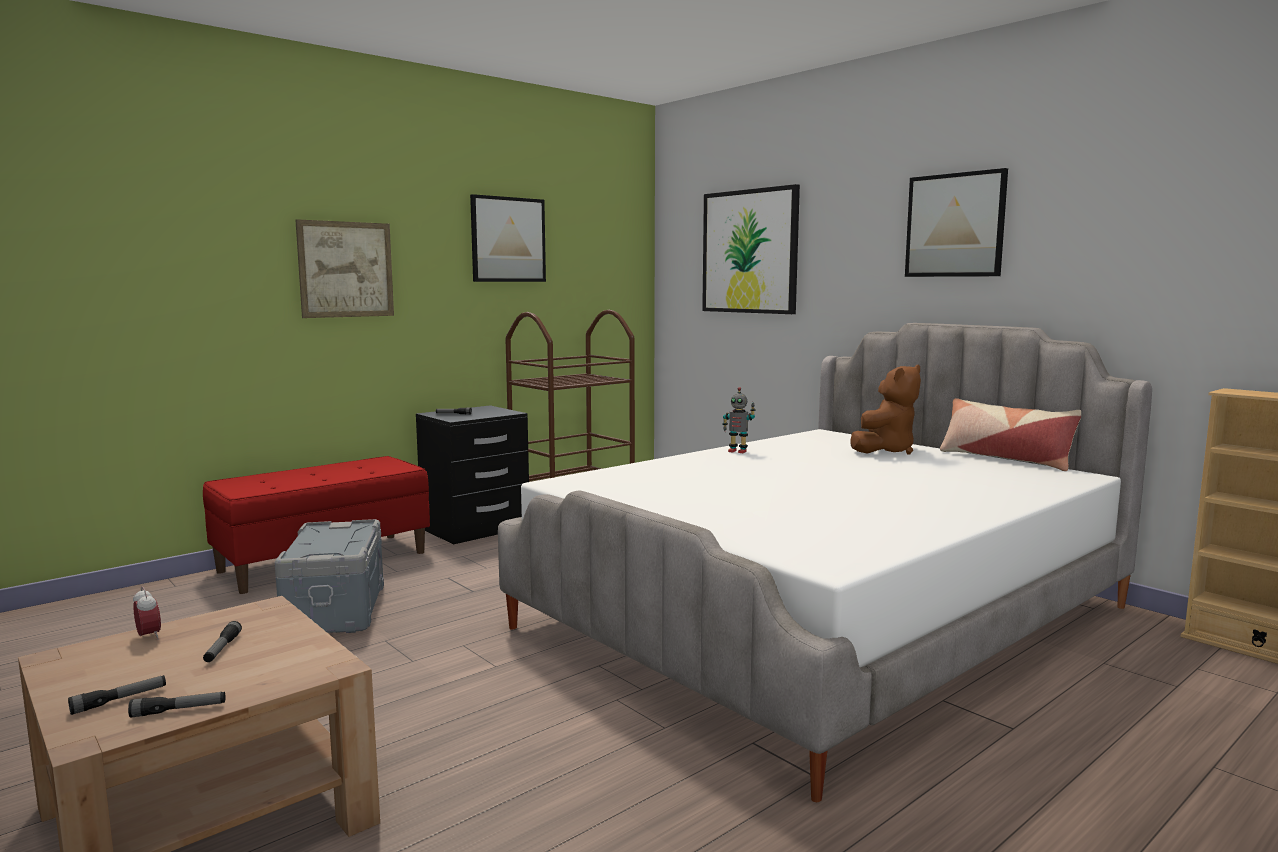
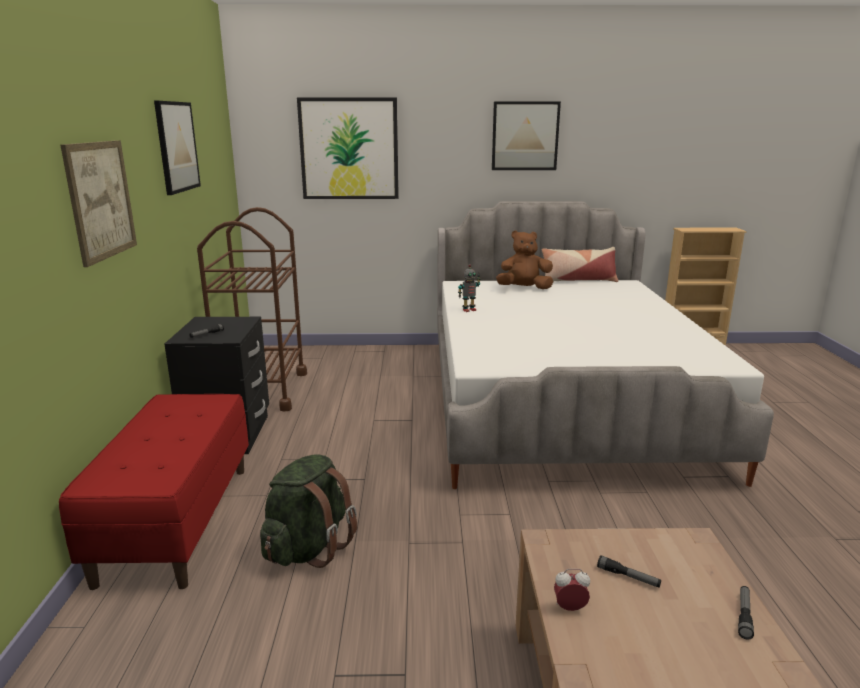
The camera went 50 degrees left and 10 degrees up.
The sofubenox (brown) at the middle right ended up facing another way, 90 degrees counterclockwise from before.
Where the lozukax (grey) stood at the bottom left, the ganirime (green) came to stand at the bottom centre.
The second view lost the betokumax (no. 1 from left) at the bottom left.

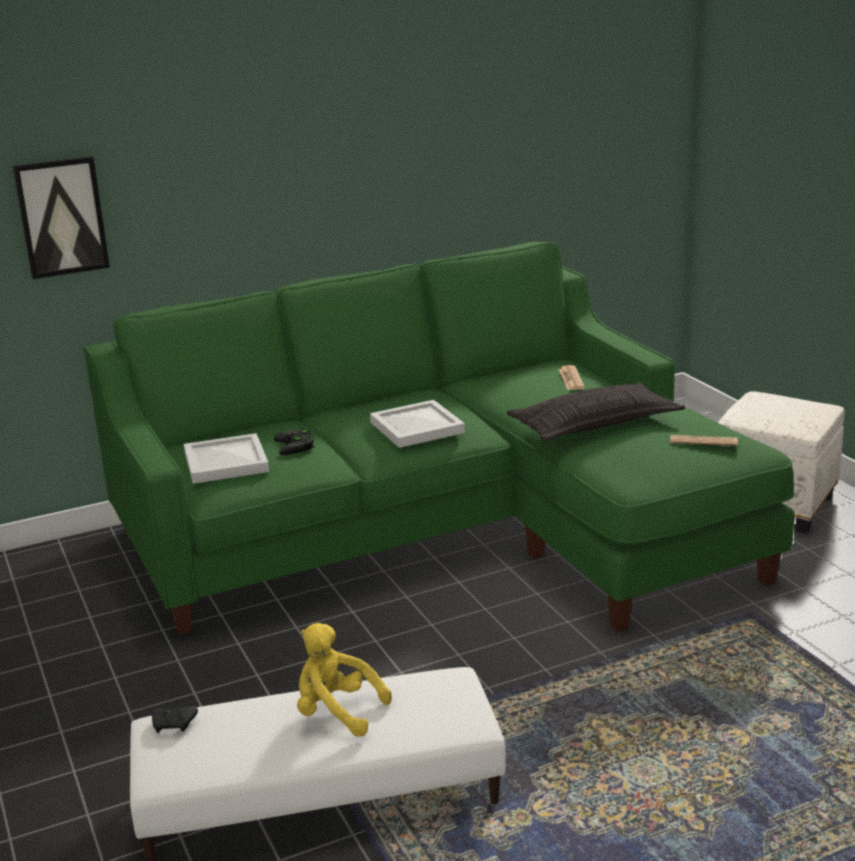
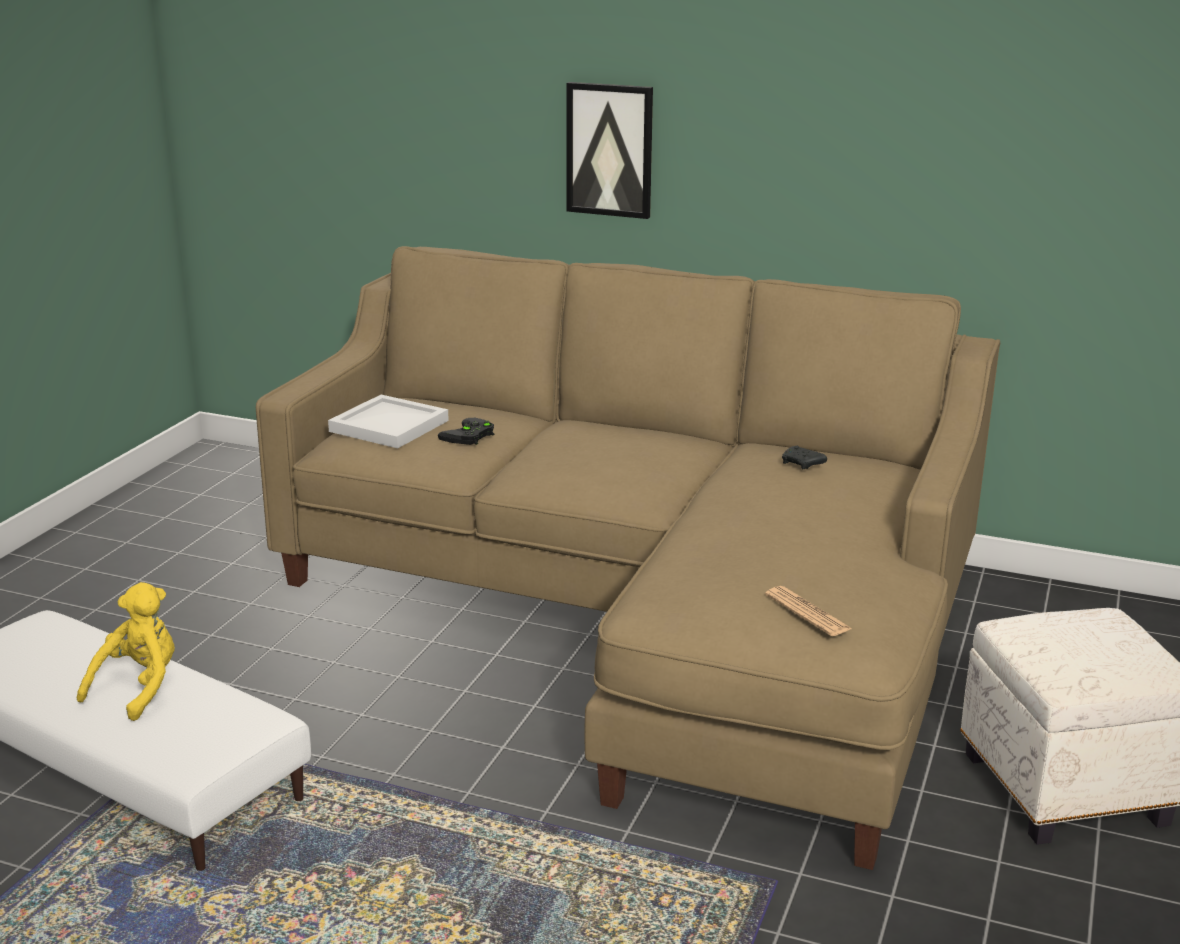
The camera went 45 degrees right and 0 degrees up.
The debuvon ended up elsewhere, having gone from the top left to the top centre.
What was the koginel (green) at the centre turned into the koginel (beige) at the centre.
The second view lost the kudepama (no. 1 from left) at the middle right.
The second view lost the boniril at the middle right.
The second view lost the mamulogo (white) (no. 2 from left) at the centre.
The sofubenox (yellow) at the bottom centre ended up facing another way, 45 degrees clockwise from before.
The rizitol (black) (no. 1 from left in the first image) ended up elsewhere, having gone from the bottom left to the middle right.

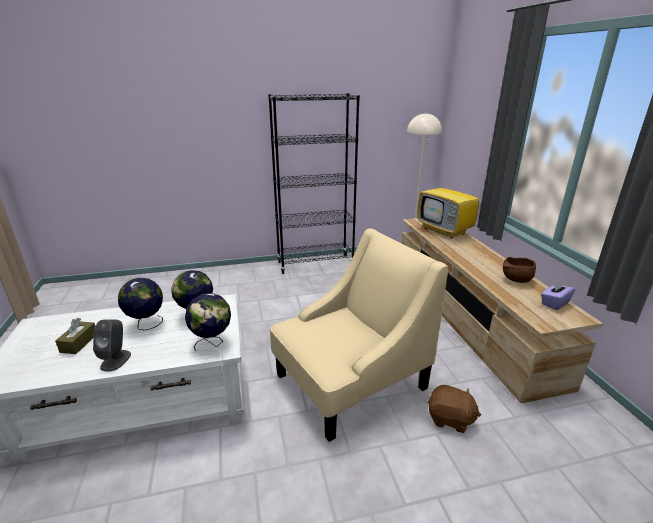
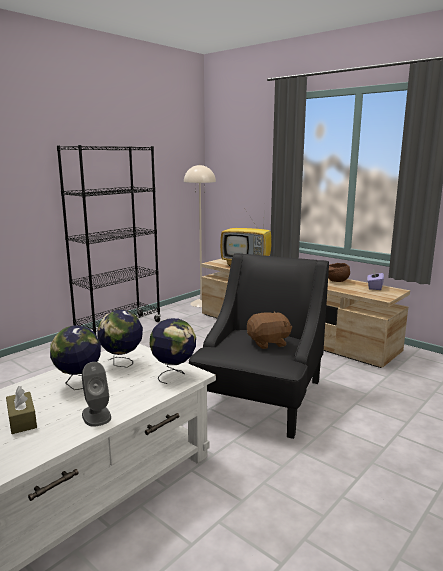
The camera went 35 degrees left and 10 degrees down.
What was the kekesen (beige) at the centre turned into the kekesen (black) at the centre.
The sofubenox (brown) ended up elsewhere, having gone from the bottom right to the centre.

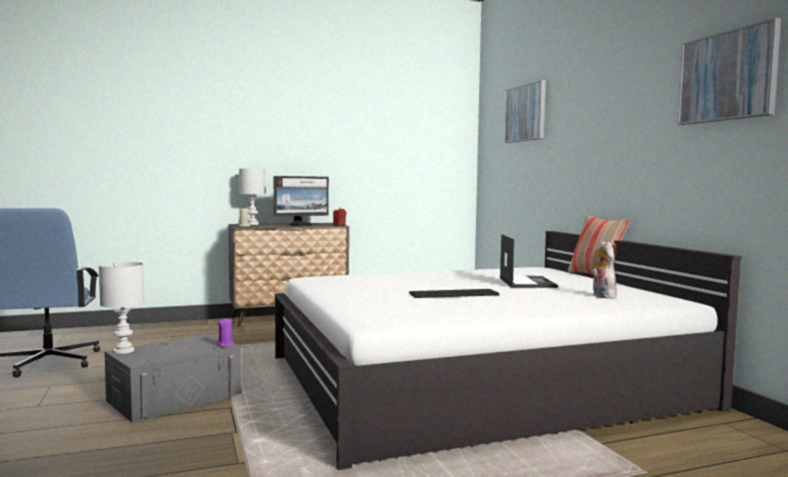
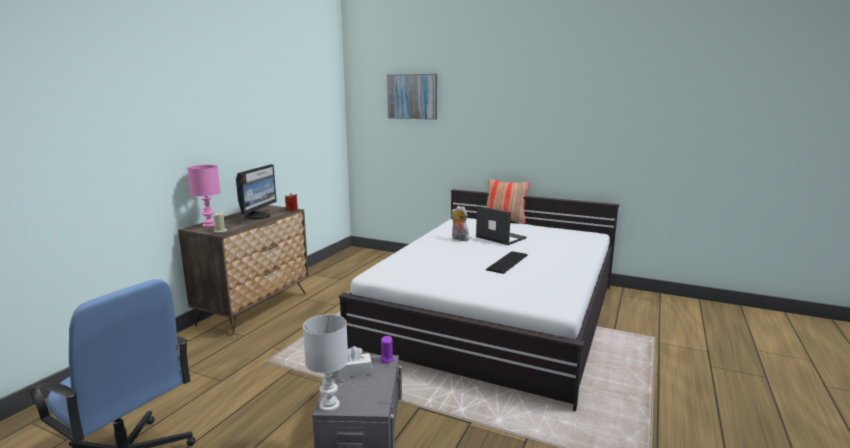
The camera went 45 degrees left and 10 degrees up.
The second view lost the debuvon (no. 2 from left) at the top right.
What was the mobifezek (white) (no. 2 from left) at the middle left turned into the mobifezek (pink) at the middle left.
The sofubenox ended up elsewhere, having gone from the middle right to the centre.
The second view gained the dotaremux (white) at the bottom centre.

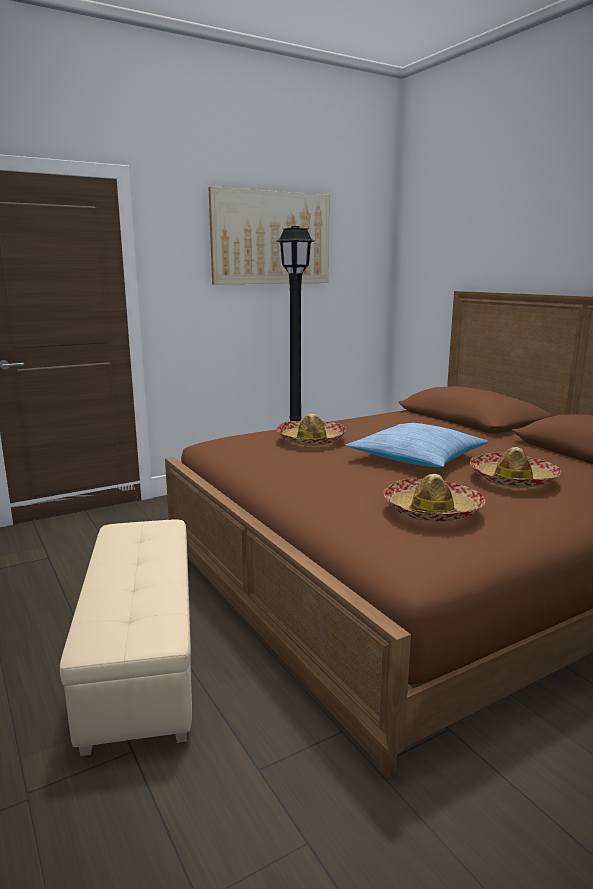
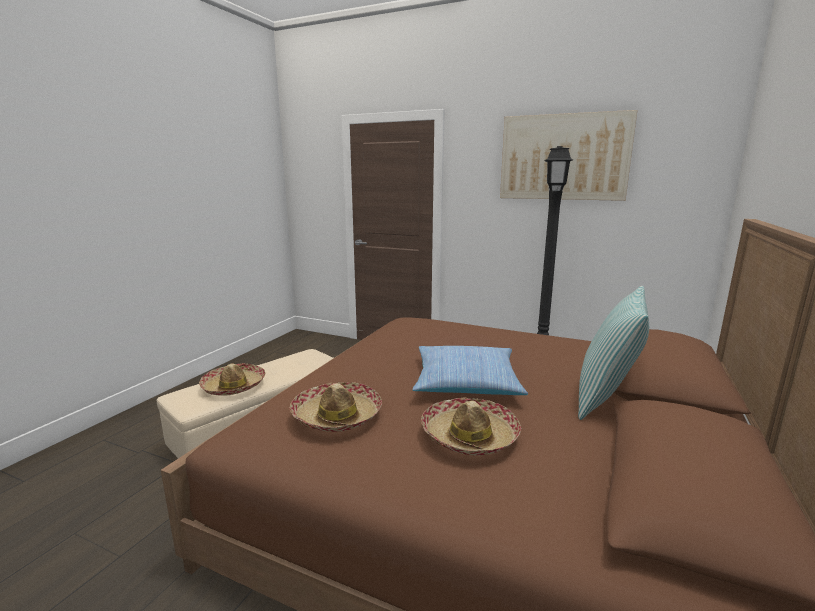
The camera went 55 degrees right and 0 degrees up.
The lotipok (no. 1 from left) ended up elsewhere, having gone from the centre to the middle left.
The second view gained the boniril (no. 2 from left) at the middle right.

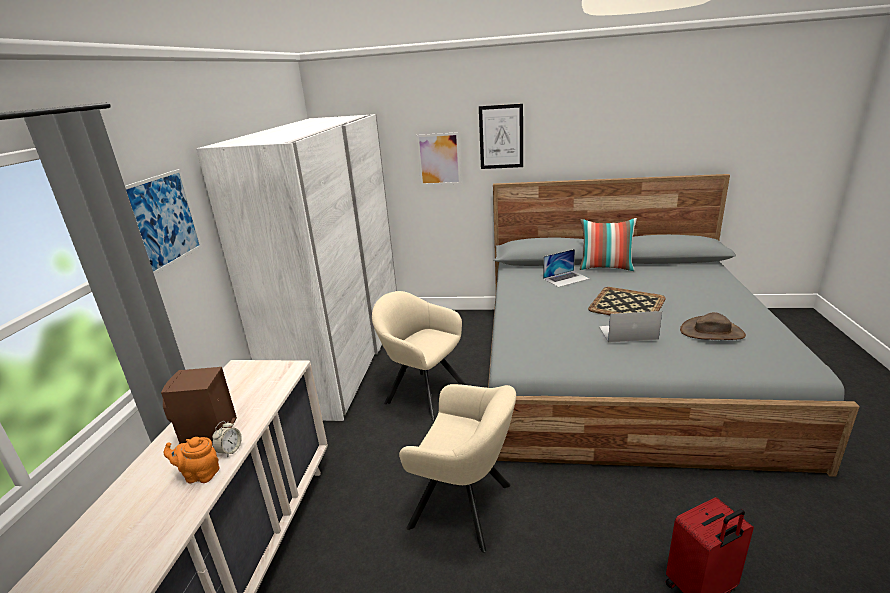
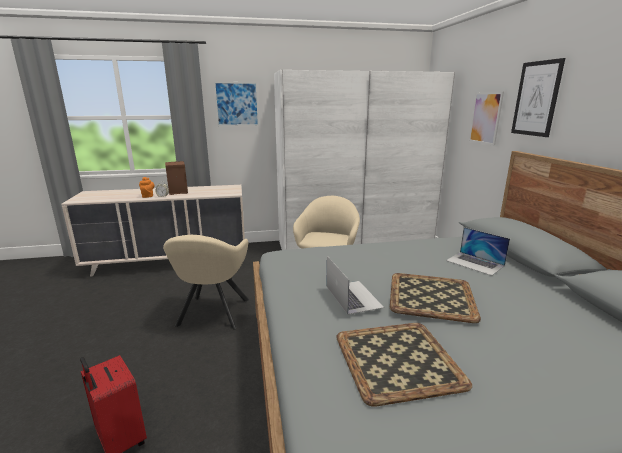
The camera went 70 degrees right and 5 degrees down.
The second view lost the boniril at the middle right.
Where the lotipok (brown) stood at the middle right, the mamulogo (no. 1 from left) came to stand at the bottom centre.

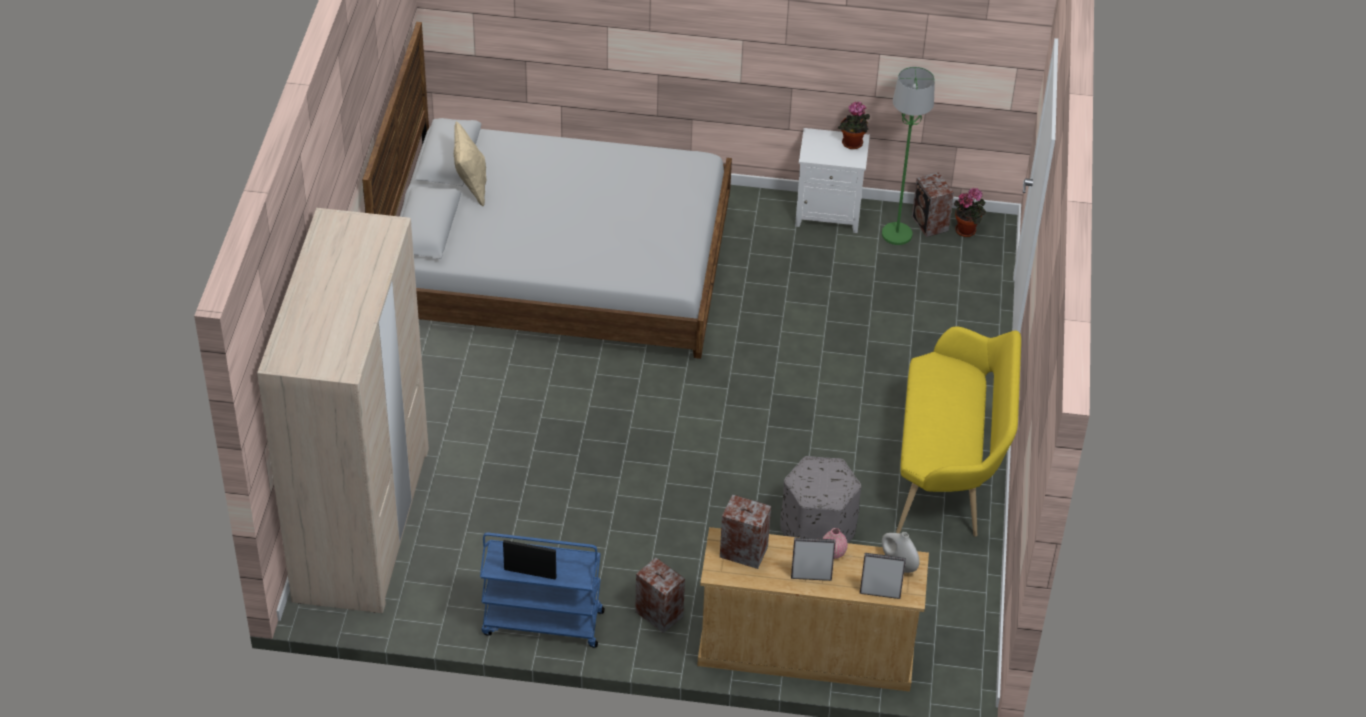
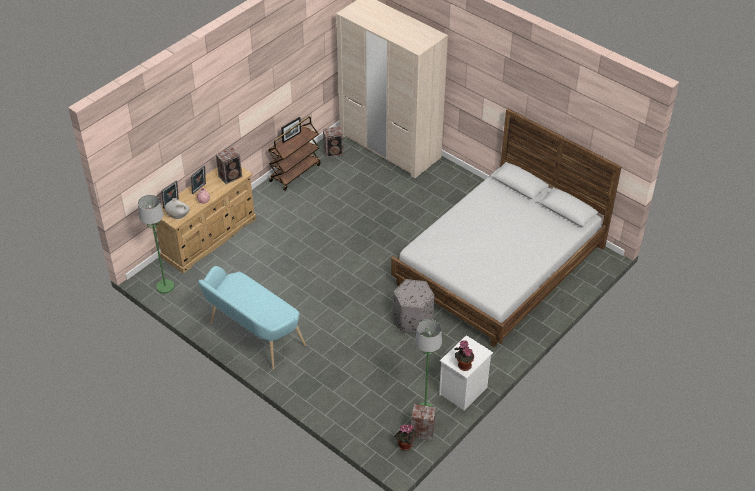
The camera went 125 degrees right and 0 degrees up.
The second view lost the boniril (beige) at the top centre.
What was the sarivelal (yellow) at the middle right turned into the sarivelal (turquoise) at the centre.
The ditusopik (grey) ended up elsewhere, having gone from the bottom centre to the centre.
What was the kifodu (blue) at the bottom centre turned into the kifodu (brown) at the top centre.
The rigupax (no. 1 from left in the first image) ended up elsewhere, having gone from the bottom centre to the top centre.
The second view gained the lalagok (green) (no. 1 from left) at the middle left.

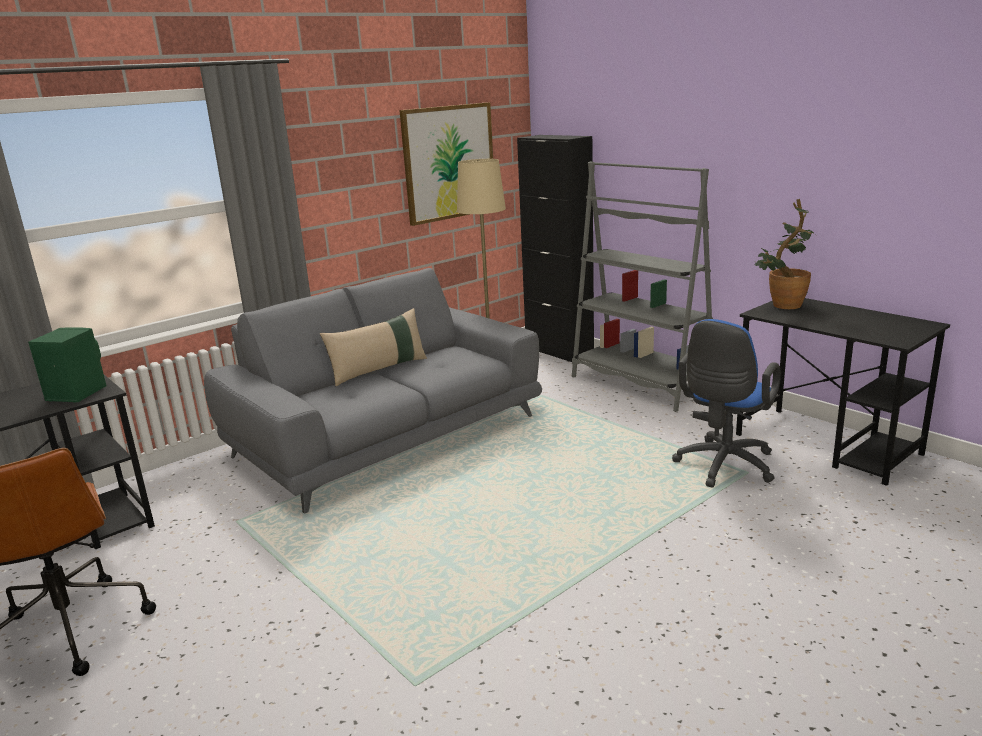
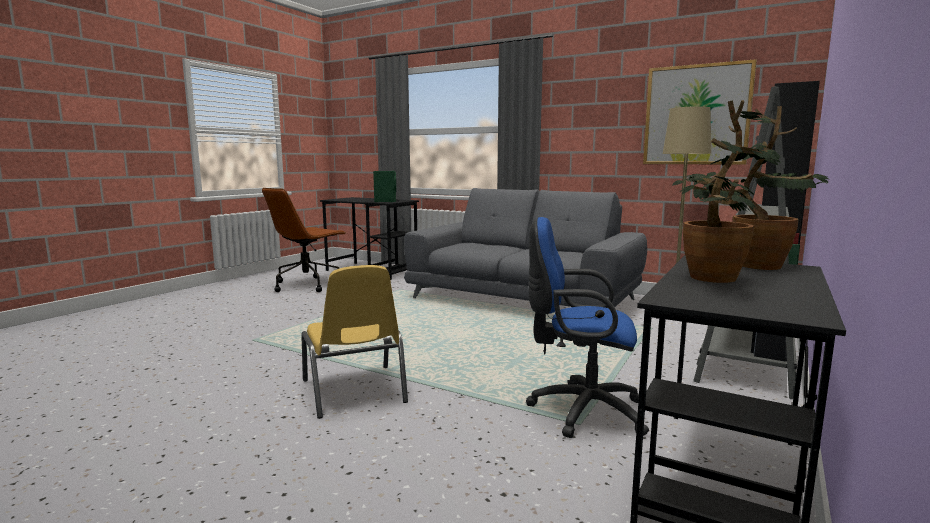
The camera went 70 degrees right and 10 degrees down.
The second view lost the boniril (beige) at the centre.
The second view gained the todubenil (no. 1 from left) at the middle right.
The second view gained the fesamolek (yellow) at the centre.

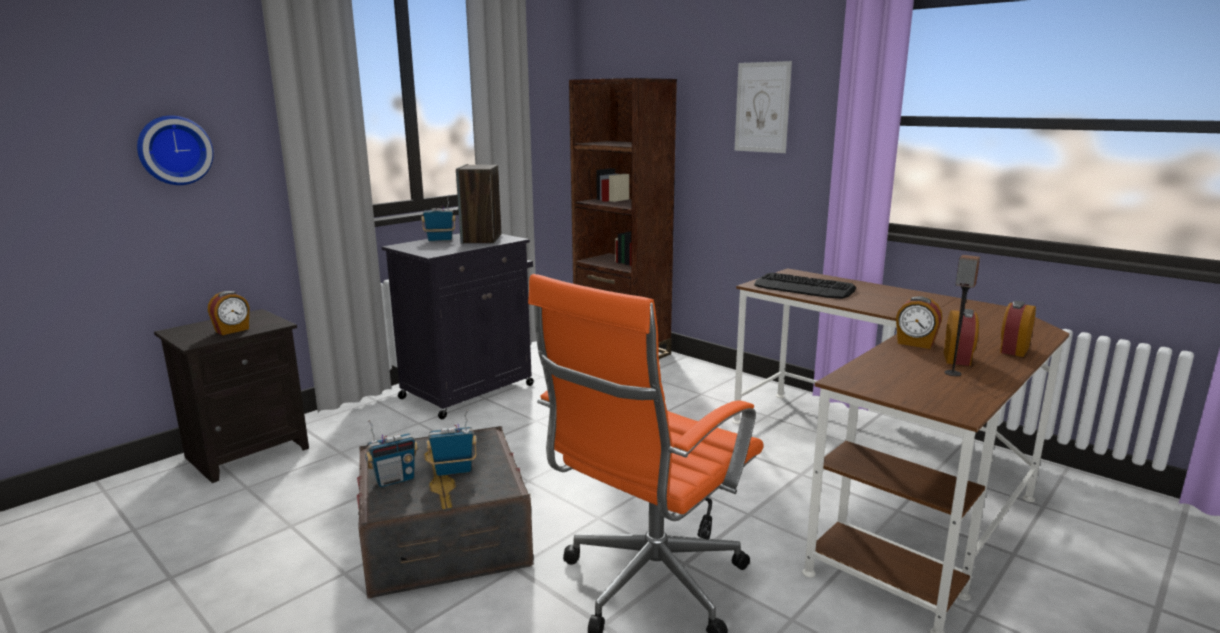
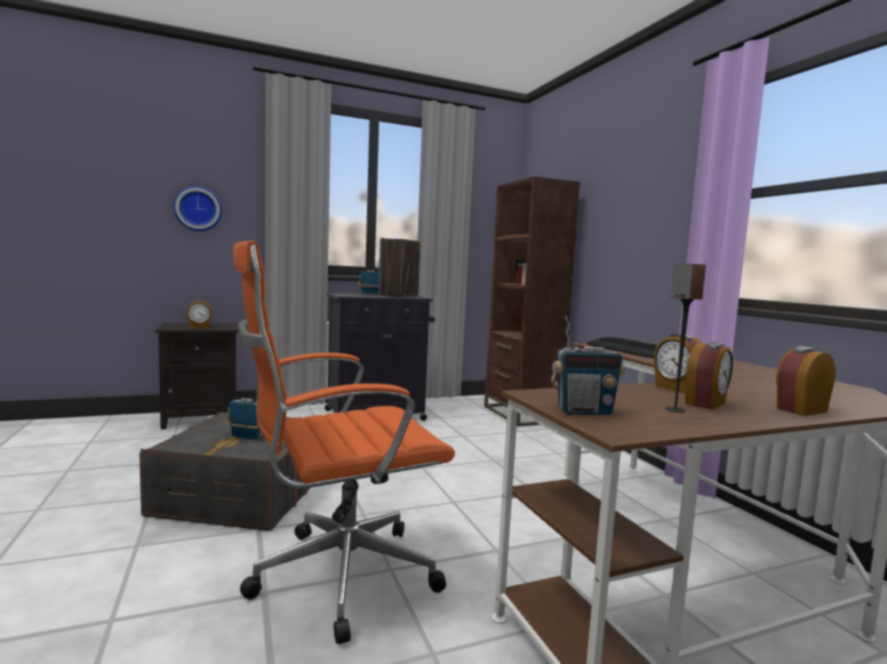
The camera went 25 degrees right and 10 degrees down.
The second view lost the debuvon at the top centre.
The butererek (no. 1 from left in the first image) ended up elsewhere, having gone from the bottom left to the centre.

